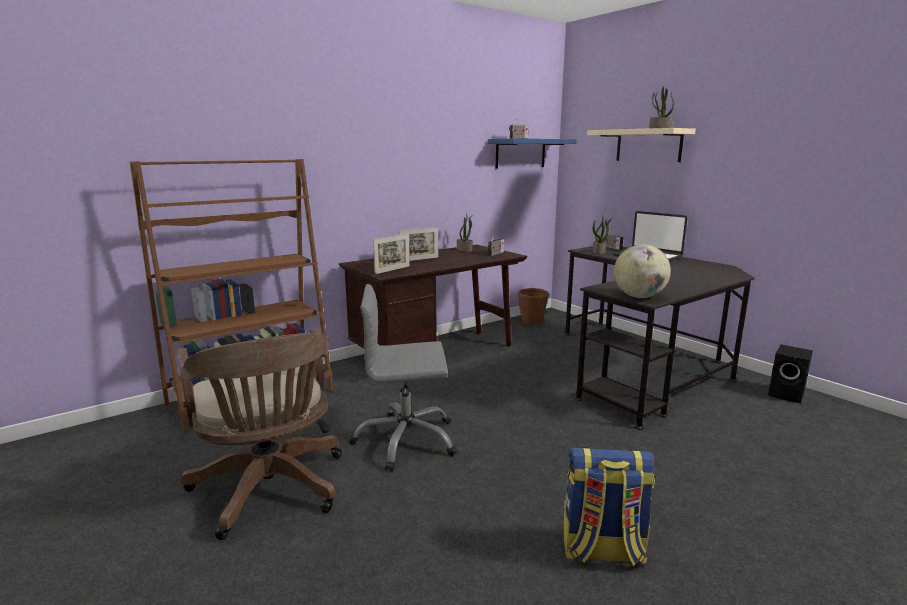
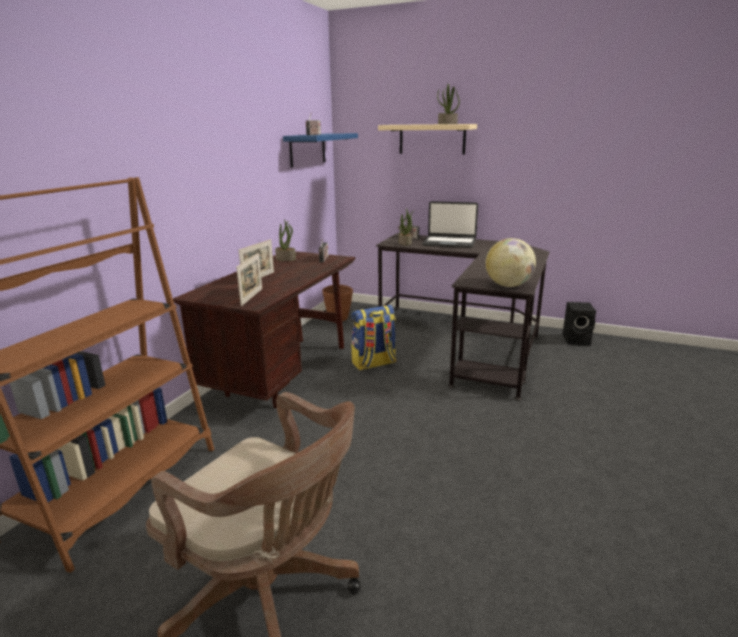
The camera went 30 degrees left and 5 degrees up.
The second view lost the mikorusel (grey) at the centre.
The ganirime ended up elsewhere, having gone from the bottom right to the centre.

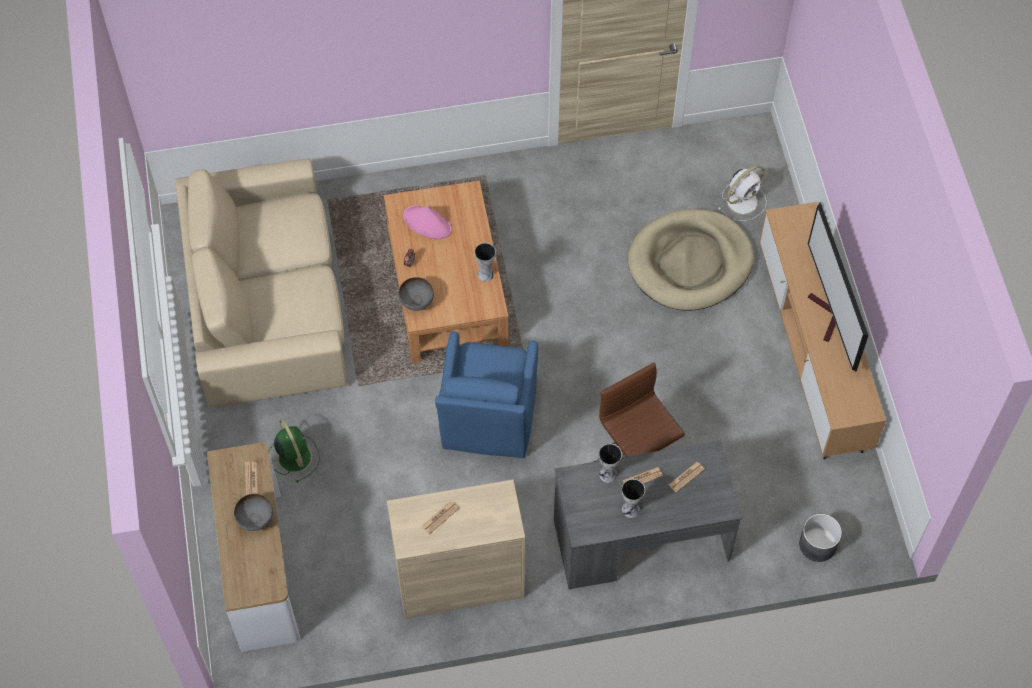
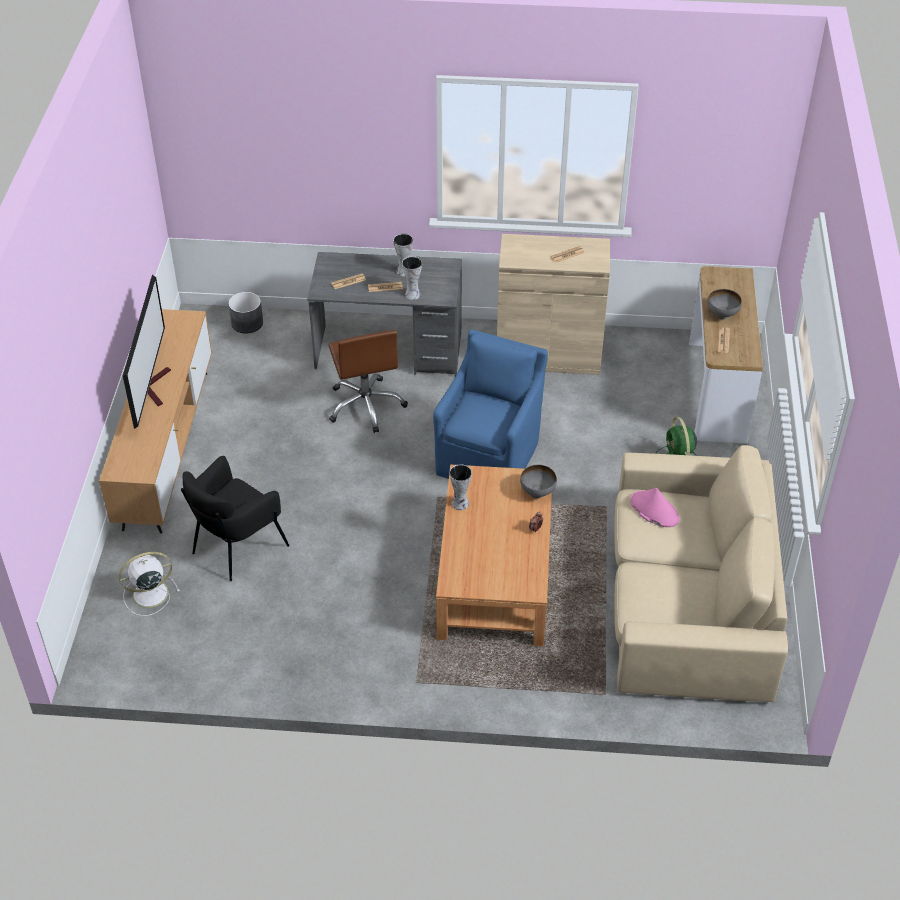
The camera went 165 degrees left and 15 degrees down.
The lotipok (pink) ended up elsewhere, having gone from the top centre to the middle right.
Where the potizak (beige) stood at the middle right, the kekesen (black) came to stand at the middle left.

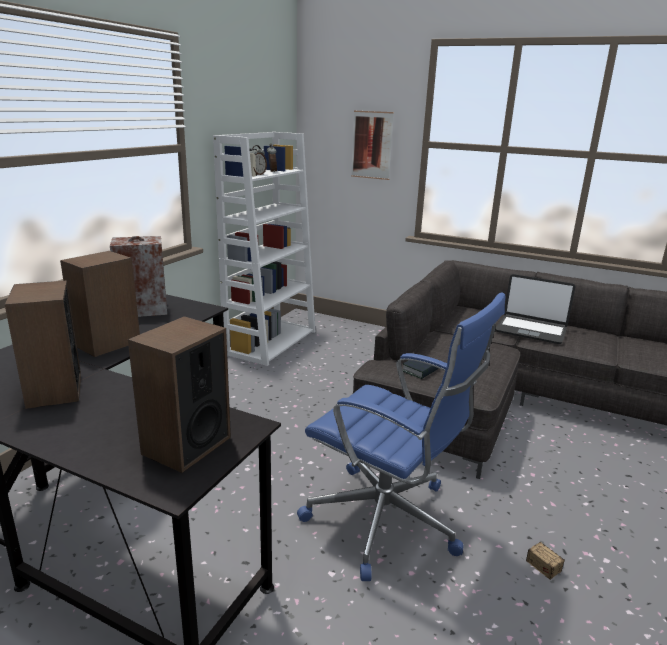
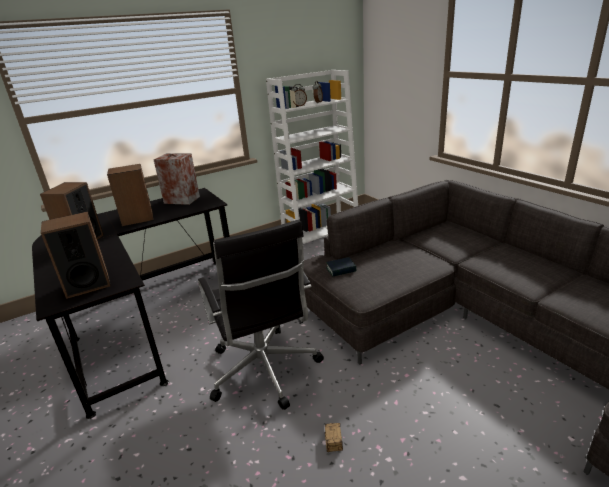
The camera went 35 degrees right and 5 degrees up.
The second view lost the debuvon at the top centre.
The second view lost the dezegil at the middle right.
What was the mikorusel (blue) at the bottom centre turned into the mikorusel (black) at the centre.

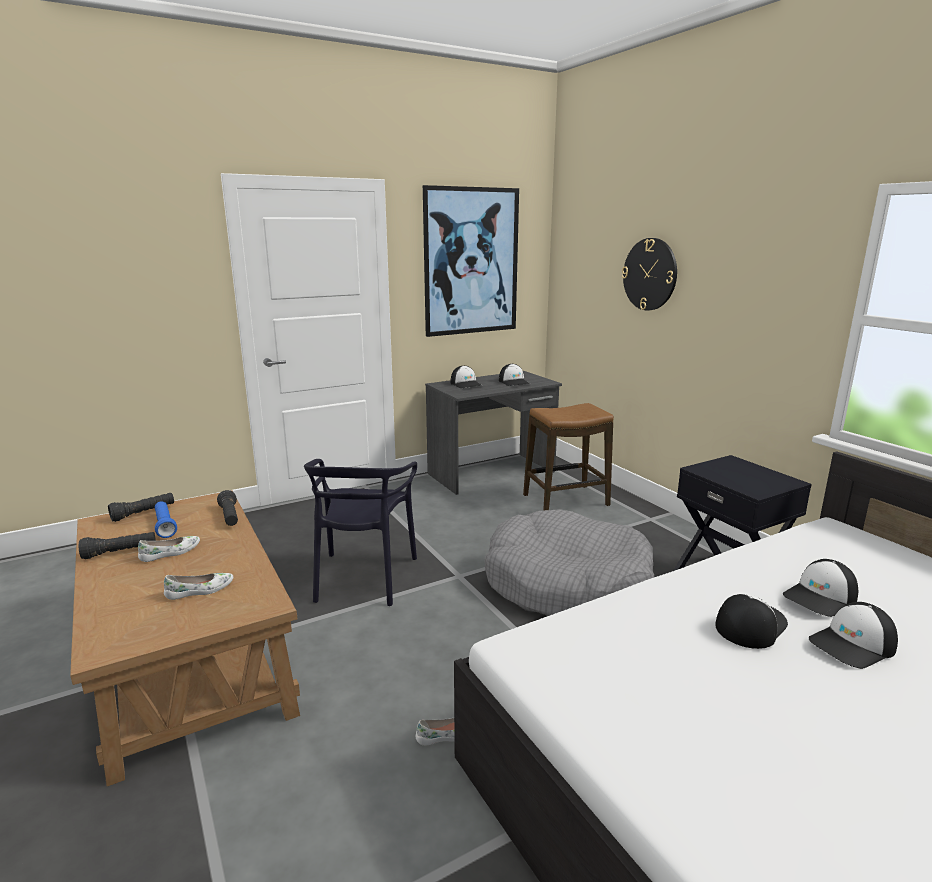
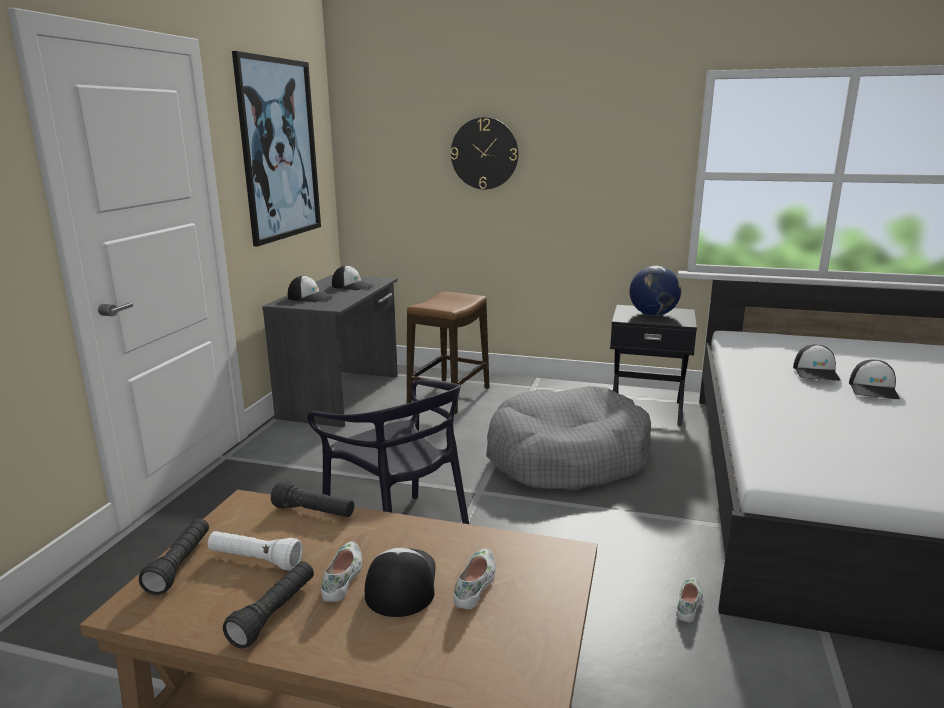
The camera went 45 degrees left and 0 degrees up.
What was the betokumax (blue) at the middle left turned into the betokumax (white) at the bottom left.
The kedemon (no. 3 from left) ended up elsewhere, having gone from the bottom right to the bottom centre.
The second view gained the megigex at the middle right.

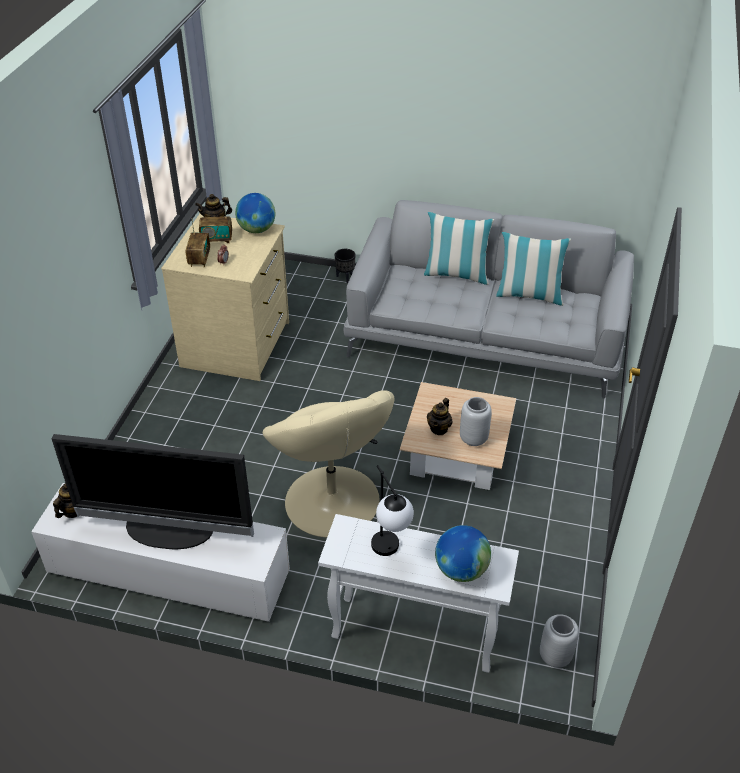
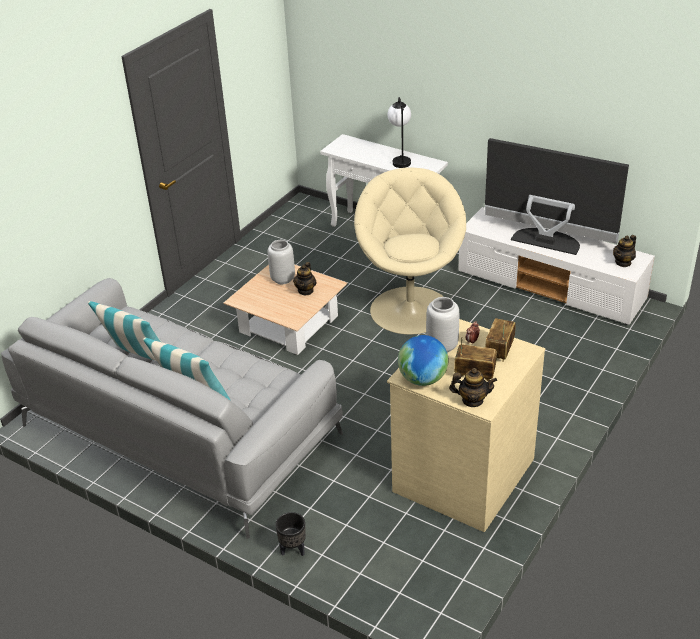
The camera went 160 degrees left and 5 degrees down.
The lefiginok (no. 3 from left in the first image) at the centre ended up facing another way, 150 degrees clockwise from before.
The second view lost the megigex (no. 2 from left) at the bottom centre.
The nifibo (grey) (no. 2 from left) ended up elsewhere, having gone from the bottom right to the centre.

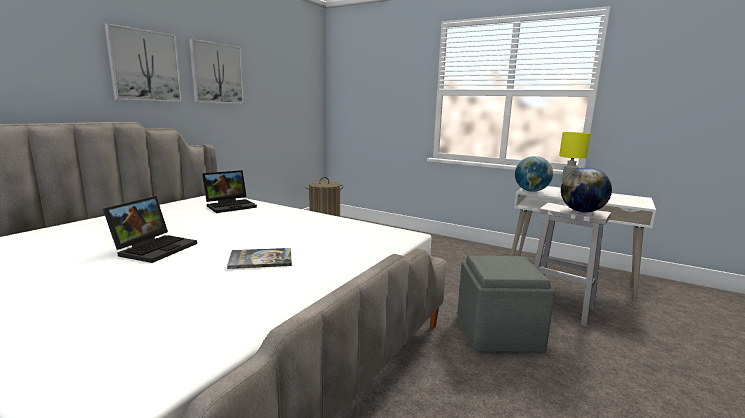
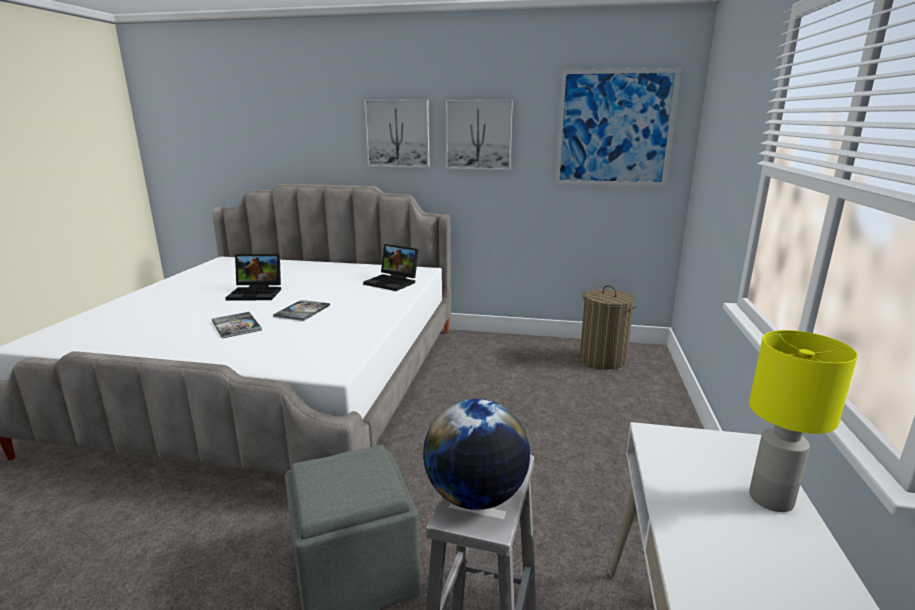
The camera went 70 degrees right and 5 degrees up.
The second view lost the megigex (no. 1 from left) at the middle right.
The second view gained the debuvon (no. 3 from left) at the top right.
The second view gained the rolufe (no. 2 from left) at the middle left.

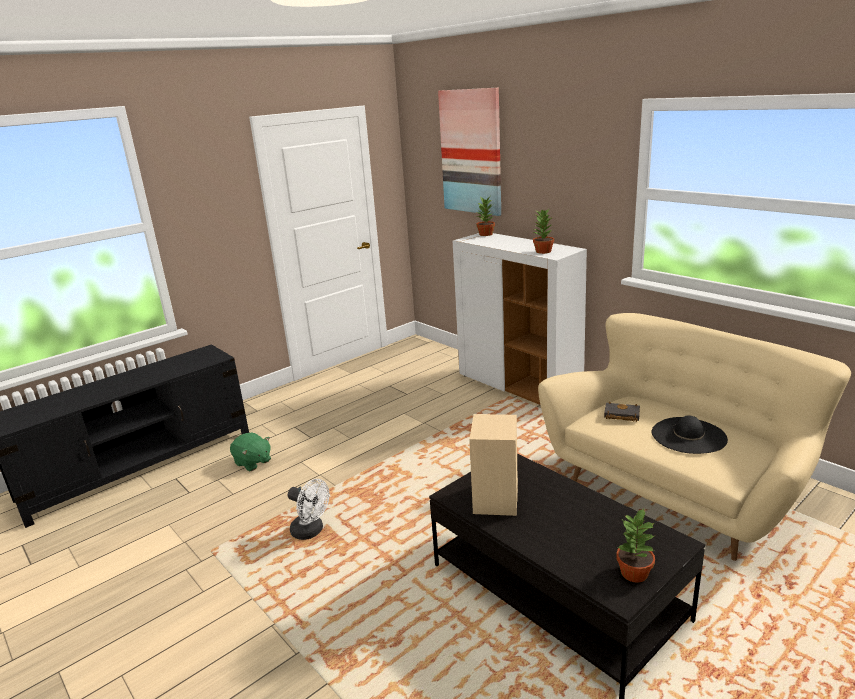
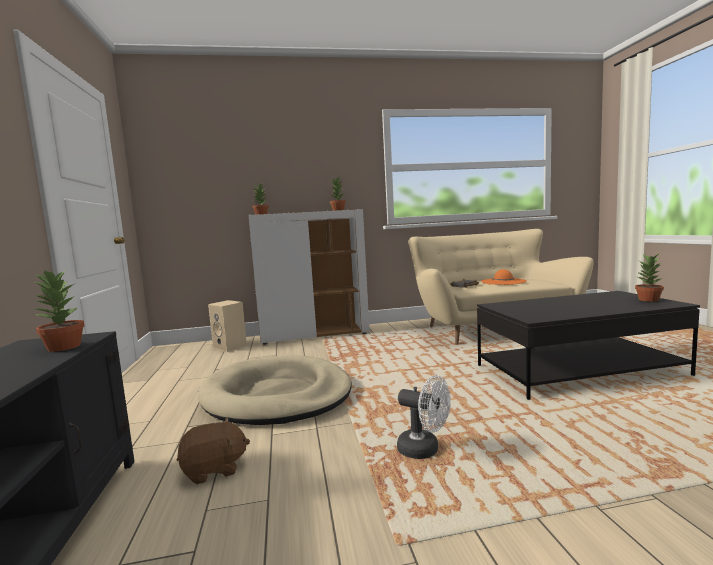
The camera went 60 degrees left and 15 degrees down.
The second view lost the debuvon at the top centre.
The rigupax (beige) ended up elsewhere, having gone from the centre to the middle left.
What was the lotipok (black) at the middle right turned into the lotipok (orange) at the middle right.
What was the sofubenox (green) at the middle left turned into the sofubenox (brown) at the bottom left.
The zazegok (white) at the bottom centre ended up facing another way, 60 degrees clockwise from before.
The second view gained the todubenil (no. 1 from left) at the middle left.
The second view gained the potizak (beige) at the bottom centre.

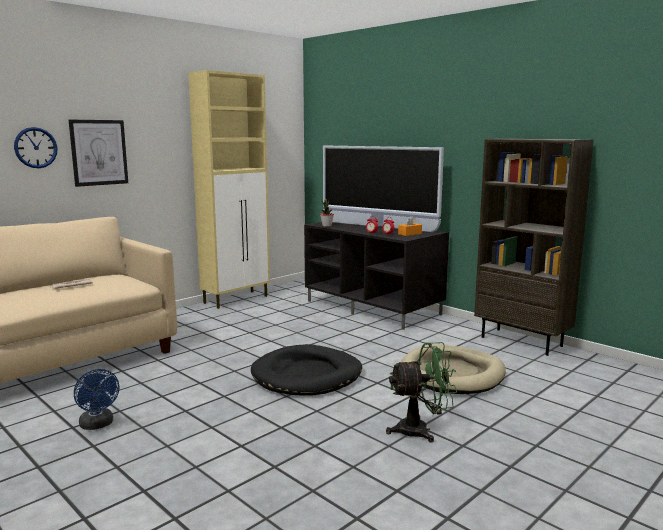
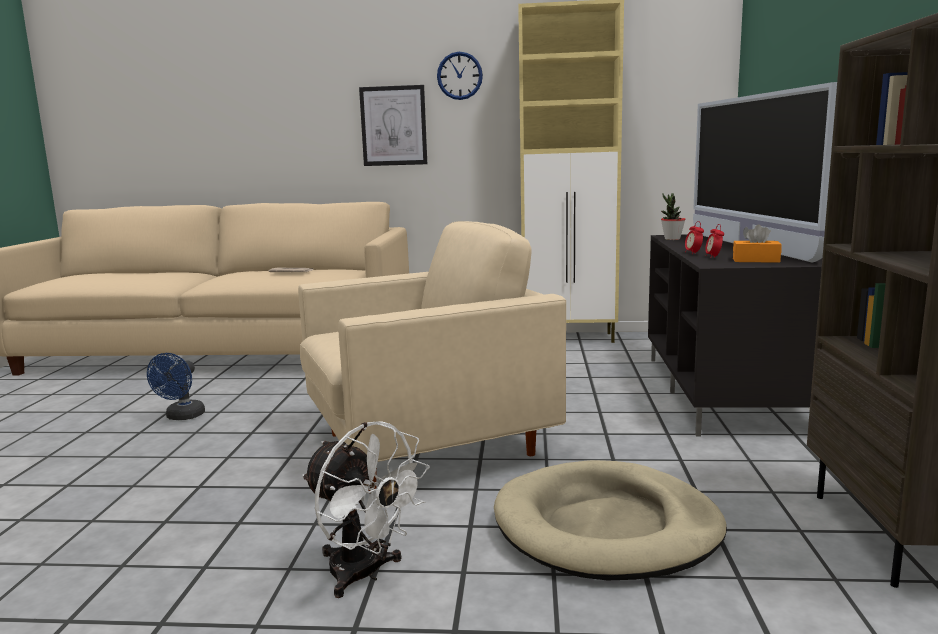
The camera went 50 degrees right and 0 degrees up.
The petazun ended up elsewhere, having gone from the top left to the top centre.
What was the zazegok (green) at the bottom centre turned into the zazegok (white) at the bottom centre.
Where the potizak (black) stood at the bottom centre, the kekesen (beige) came to stand at the centre.

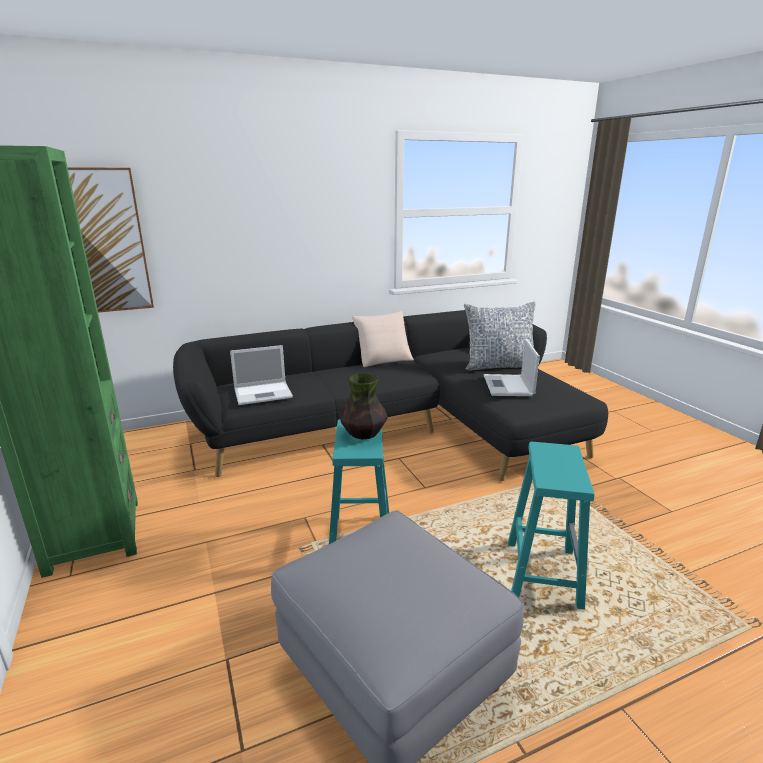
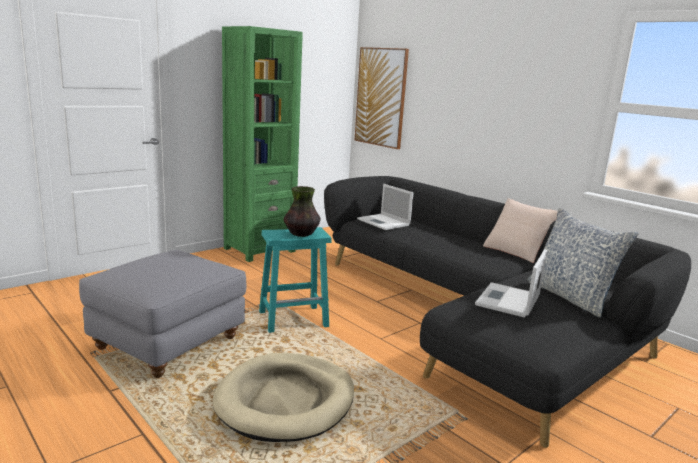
The camera went 70 degrees right and 5 degrees down.
The dezegil (no. 2 from left) at the middle right ended up facing another way, 45 degrees counterclockwise from before.
Where the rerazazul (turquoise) (no. 2 from left) stood at the bottom right, the potizak (beige) came to stand at the bottom centre.

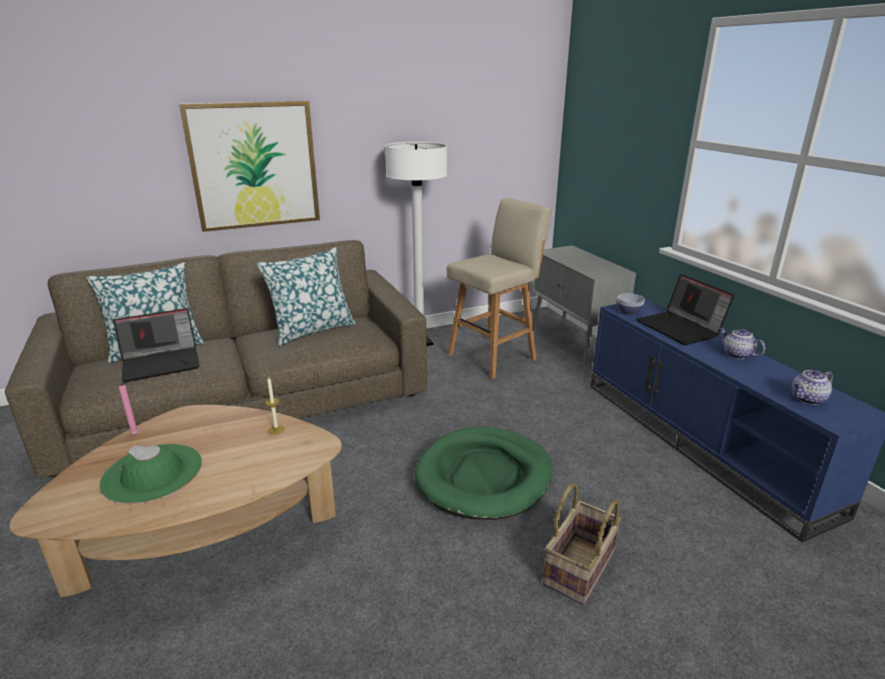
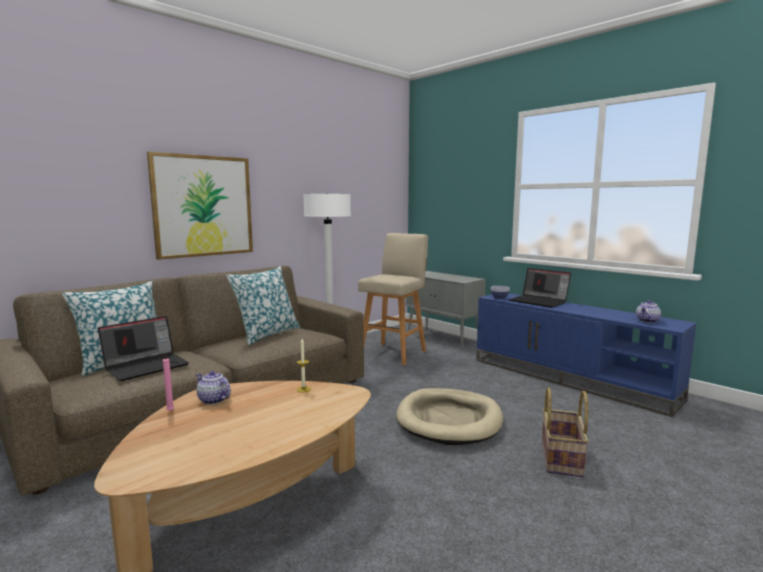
The camera went 20 degrees left and 15 degrees down.
The lefiginok (no. 1 from left) ended up elsewhere, having gone from the middle right to the bottom left.
What was the potizak (green) at the bottom centre turned into the potizak (beige) at the bottom centre.
The second view lost the lotipok (green) at the bottom left.

